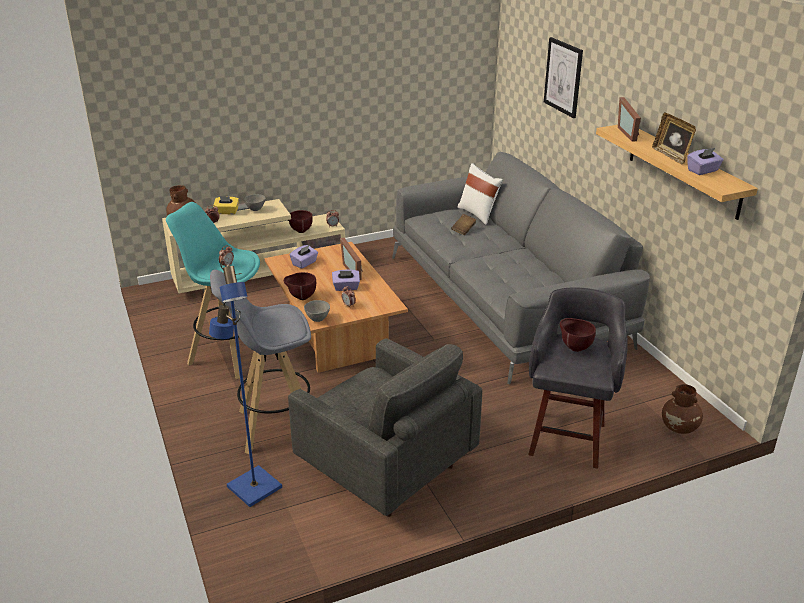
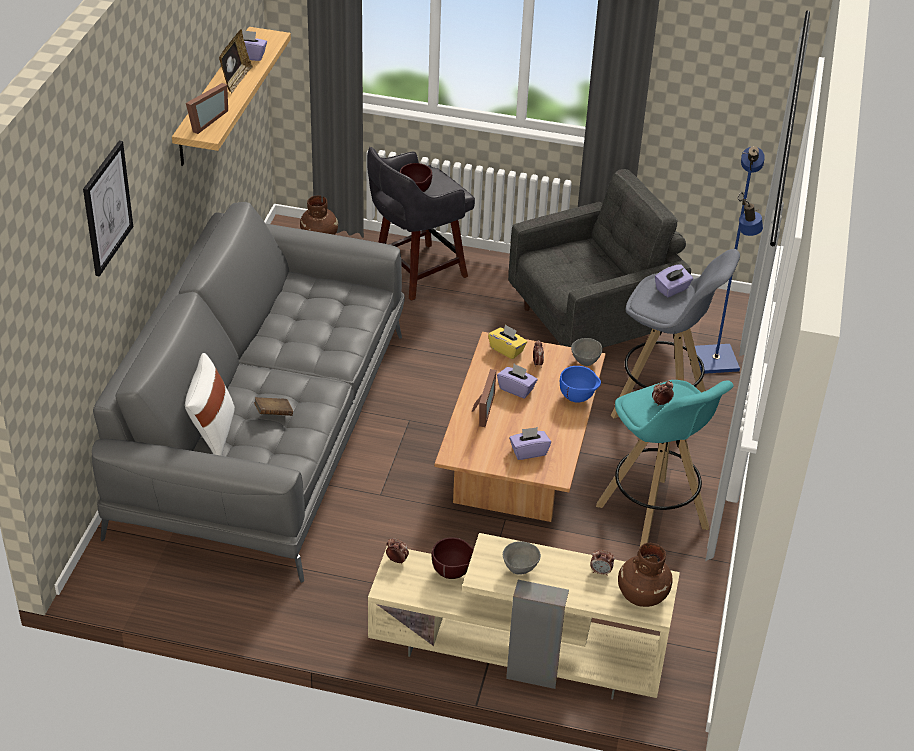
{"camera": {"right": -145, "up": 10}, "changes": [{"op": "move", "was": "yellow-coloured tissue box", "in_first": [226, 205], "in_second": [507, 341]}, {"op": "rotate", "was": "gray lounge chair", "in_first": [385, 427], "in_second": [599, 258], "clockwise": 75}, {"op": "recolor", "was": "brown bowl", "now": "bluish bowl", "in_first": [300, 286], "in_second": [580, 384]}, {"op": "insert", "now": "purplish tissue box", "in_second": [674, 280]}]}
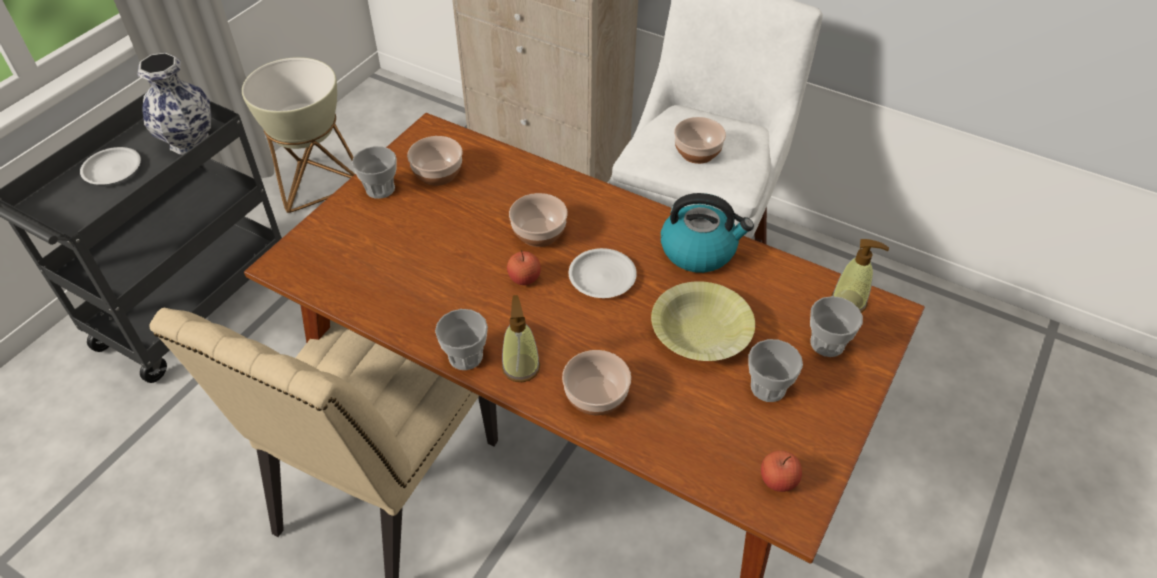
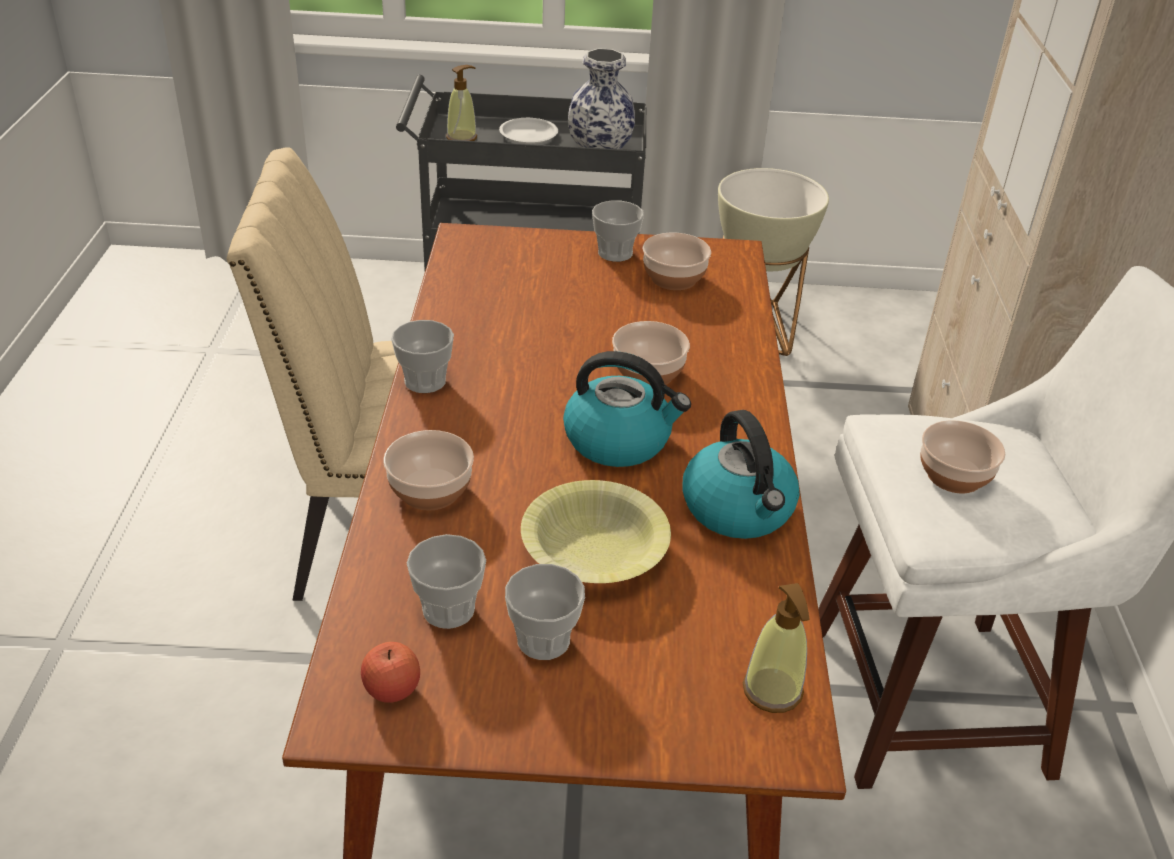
{"camera": {"right": 60, "up": -10}, "changes": [{"op": "move", "was": "cup", "in_first": [836, 326], "in_second": [446, 581]}, {"op": "move", "was": "soap bottle", "in_first": [521, 338], "in_second": [461, 103]}, {"op": "replace", "was": "whitish flat dish", "now": "tea kettle", "in_first": [603, 273], "in_second": [627, 409]}, {"op": "delete", "was": "apple", "in_first": [524, 267]}]}
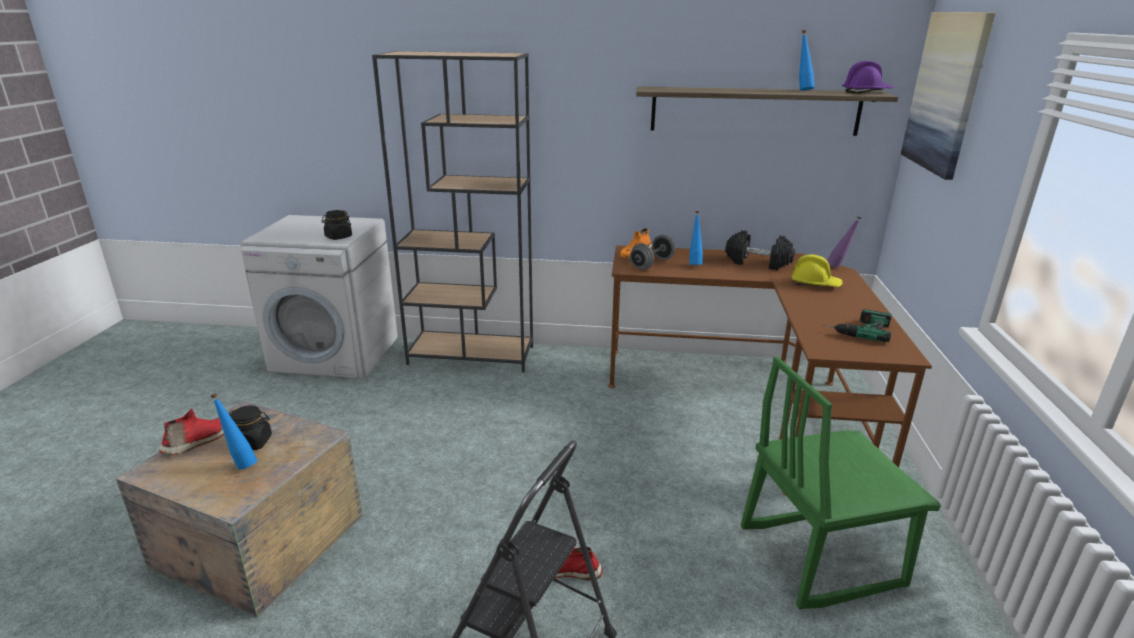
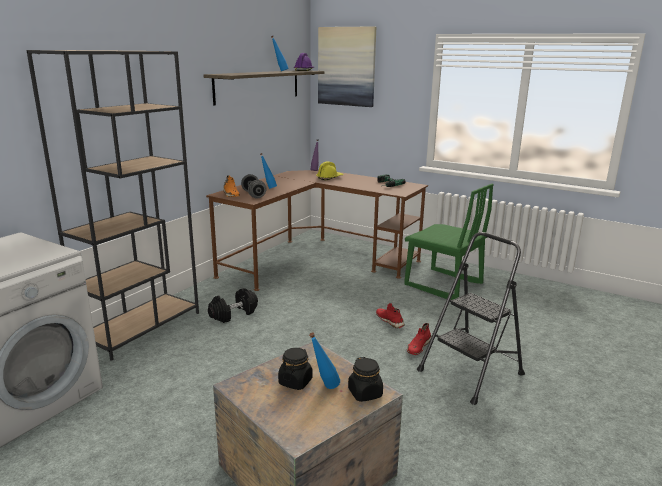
{"camera": {"right": -65, "up": -5}, "changes": [{"op": "move", "was": "black free weight", "in_first": [760, 250], "in_second": [233, 305]}, {"op": "move", "was": "black storage jar", "in_first": [336, 225], "in_second": [365, 379]}, {"op": "move", "was": "reddish shoe", "in_first": [191, 432], "in_second": [390, 316]}, {"op": "rotate", "was": "green-coloured chair", "in_first": [841, 483], "in_second": [449, 242], "clockwise": -60}]}
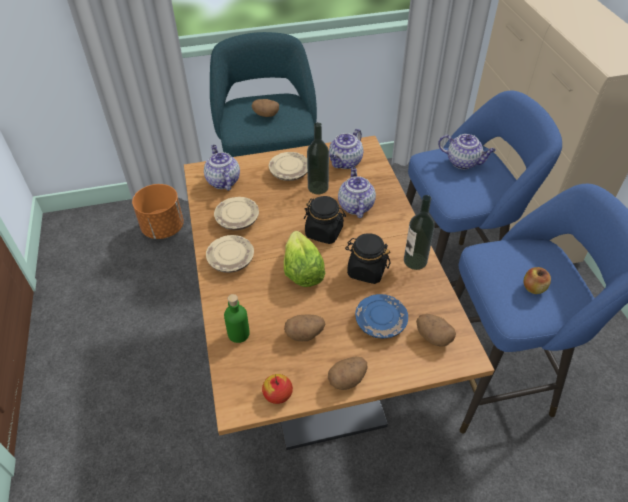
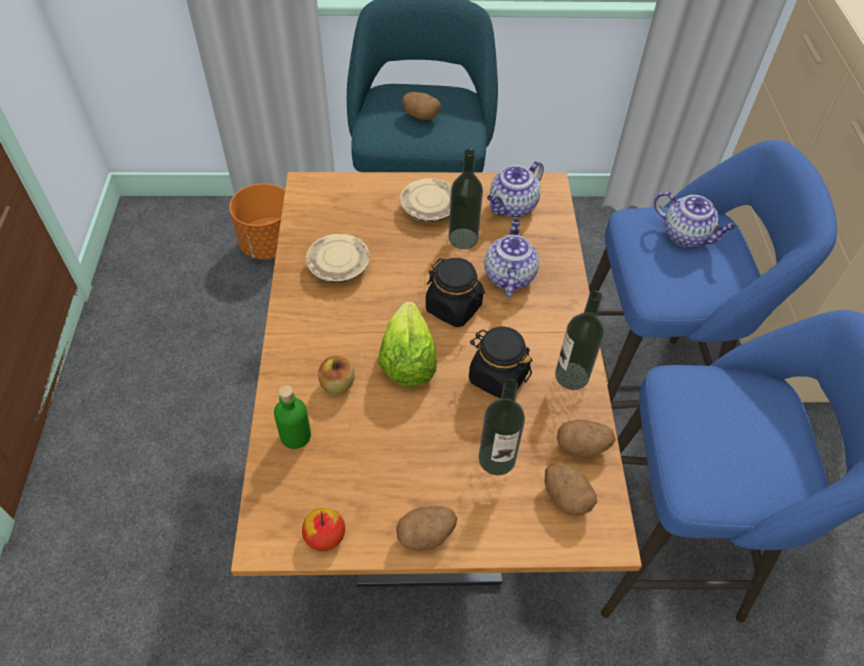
{"camera": {"right": 10, "up": 5}, "changes": [{"op": "move", "was": "apple", "in_first": [537, 280], "in_second": [336, 375]}, {"op": "replace", "was": "bluish flat dish", "now": "bottle", "in_first": [381, 316], "in_second": [502, 427]}, {"op": "move", "was": "spud", "in_first": [305, 328], "in_second": [586, 438]}, {"op": "delete", "was": "pot for tea", "in_first": [222, 168]}, {"op": "delete", "was": "beige-coloured flat dish", "in_first": [230, 254]}]}
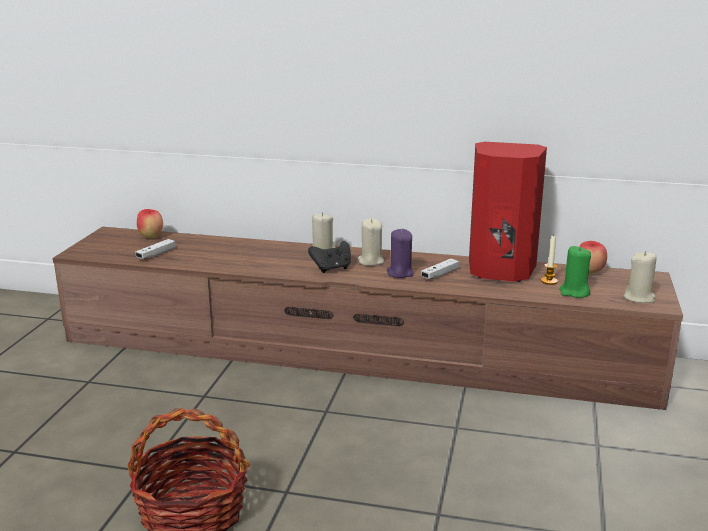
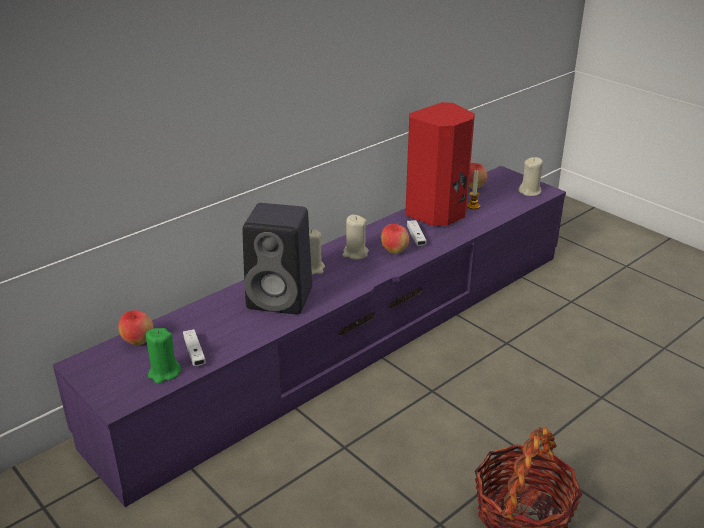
{"camera": {"right": -55, "up": 10}, "changes": [{"op": "recolor", "was": "brown tv stand", "now": "purplish tv stand", "in_first": [367, 318], "in_second": [309, 336]}, {"op": "move", "was": "green-coloured wax light", "in_first": [575, 272], "in_second": [163, 356]}, {"op": "insert", "now": "black loudspeaker", "in_second": [277, 258]}, {"op": "replace", "was": "purplish wax light", "now": "apple", "in_first": [400, 253], "in_second": [395, 239]}, {"op": "delete", "was": "black gamepad", "in_first": [329, 257]}]}
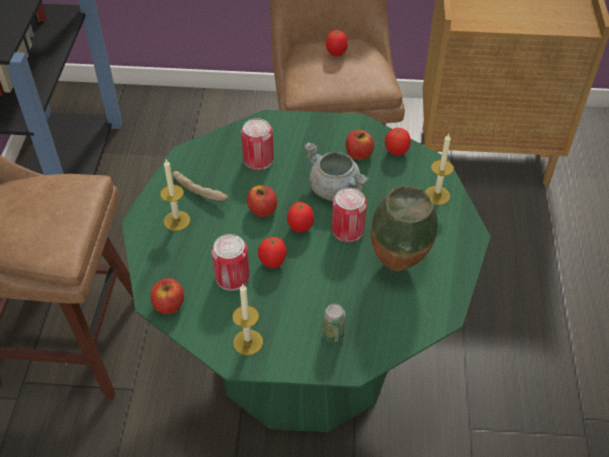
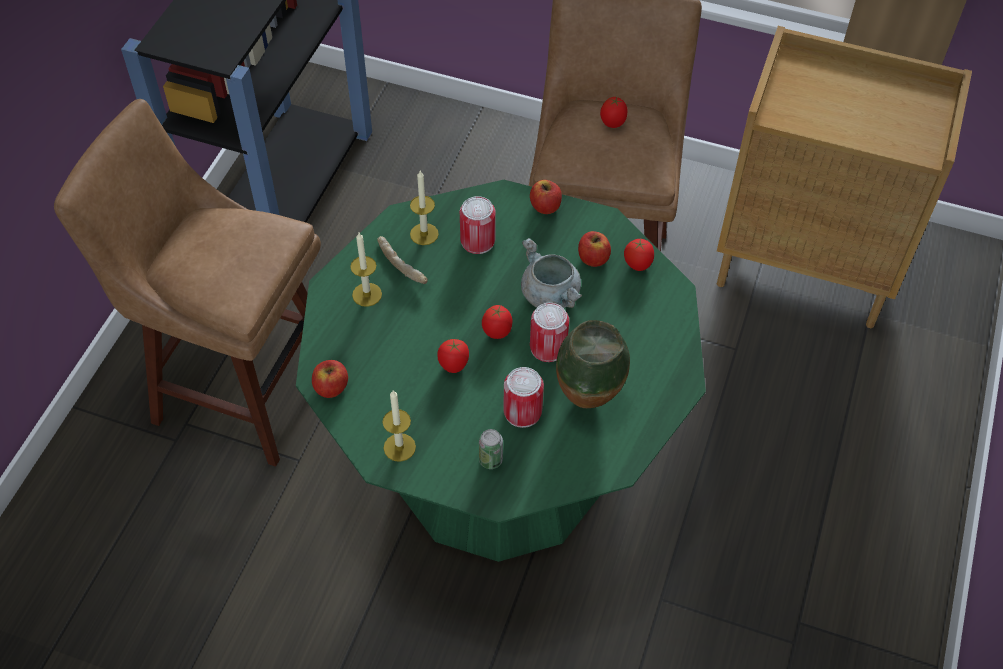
{"camera": {"right": 15, "up": 5}, "changes": [{"op": "move", "was": "wax light", "in_first": [439, 169], "in_second": [424, 208]}, {"op": "move", "was": "can", "in_first": [230, 262], "in_second": [523, 397]}, {"op": "move", "was": "apple", "in_first": [262, 201], "in_second": [546, 197]}]}
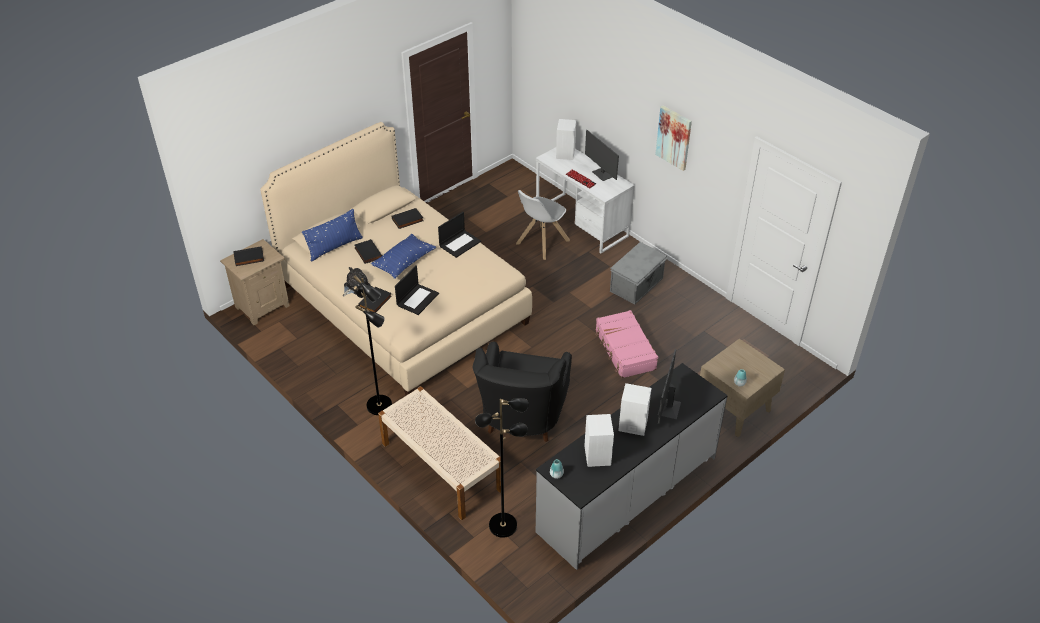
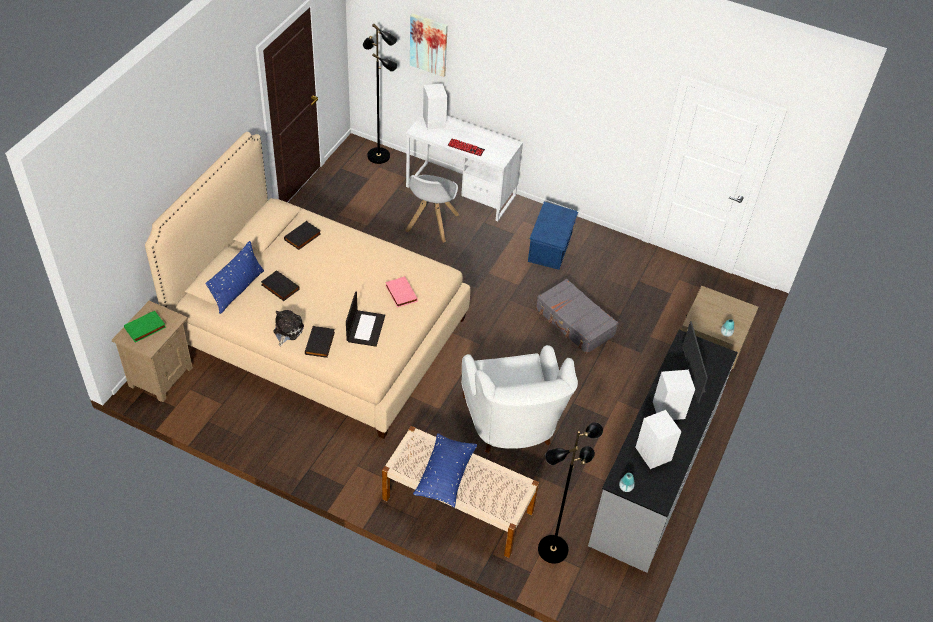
{"camera": {"right": -25, "up": 5}, "changes": [{"op": "recolor", "was": "black volume", "now": "green-coloured volume", "in_first": [248, 256], "in_second": [145, 326]}, {"op": "move", "was": "black floor lamp", "in_first": [372, 345], "in_second": [380, 94]}, {"op": "insert", "now": "pinkish volume", "in_second": [401, 292]}, {"op": "move", "was": "wall picture", "in_first": [673, 138], "in_second": [429, 45]}, {"op": "move", "was": "bluish throw pillow", "in_first": [403, 256], "in_second": [445, 470]}, {"op": "recolor", "was": "black lounge chair", "now": "whitish lounge chair", "in_first": [522, 392], "in_second": [519, 399]}, {"op": "recolor", "was": "gray storage box", "now": "bluish storage box", "in_first": [639, 273], "in_second": [553, 236]}, {"op": "recolor", "was": "pinkish suitcase", "now": "gray suitcase", "in_first": [626, 344], "in_second": [577, 316]}, {"op": "delete", "was": "laptop", "in_first": [459, 235]}, {"op": "delete", "was": "monitor", "in_first": [602, 155]}]}
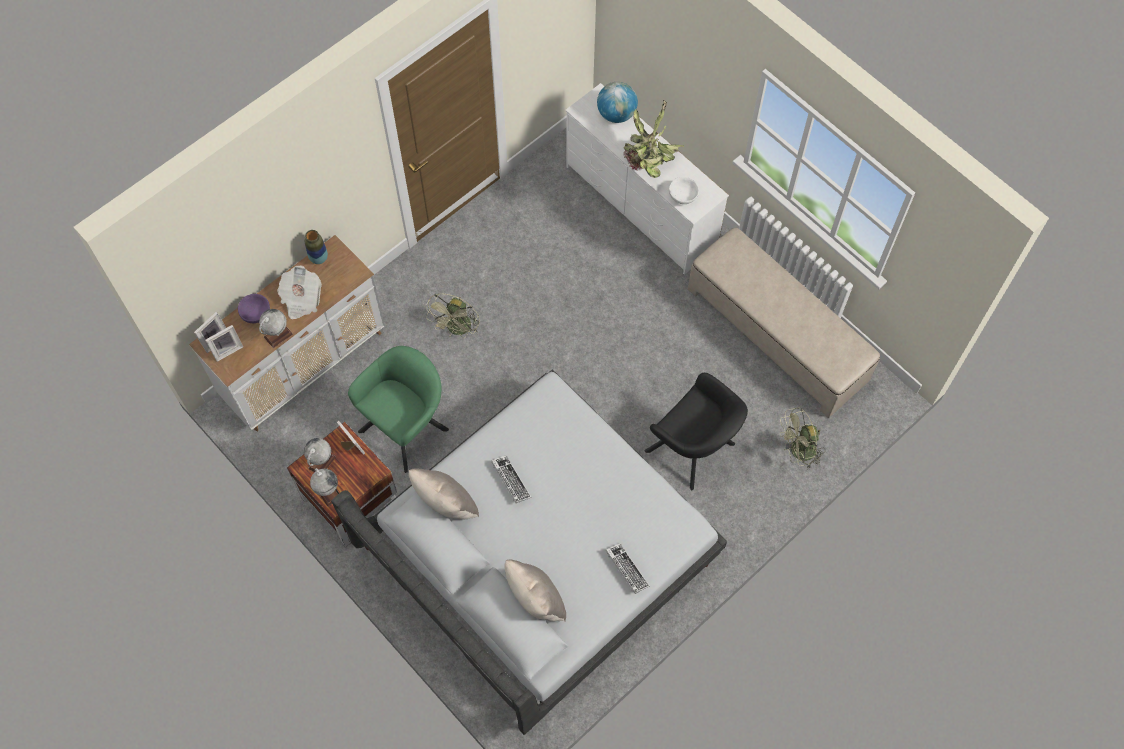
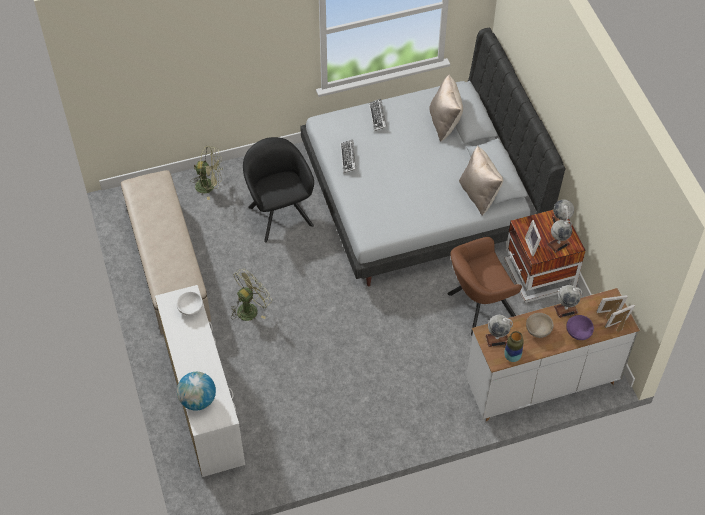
{"camera": {"right": -155, "up": -10}, "changes": [{"op": "move", "was": "green-coloured fan", "in_first": [453, 316], "in_second": [251, 295]}, {"op": "move", "was": "PC keyboard", "in_first": [511, 479], "in_second": [348, 156]}, {"op": "recolor", "was": "green-coloured lounge chair", "now": "brown lounge chair", "in_first": [398, 409], "in_second": [484, 286]}, {"op": "insert", "now": "desk globe", "in_second": [499, 331]}, {"op": "replace", "was": "printed paper", "now": "beige-coloured bowl", "in_first": [299, 292], "in_second": [540, 325]}, {"op": "delete", "was": "houseplant", "in_first": [653, 139]}]}
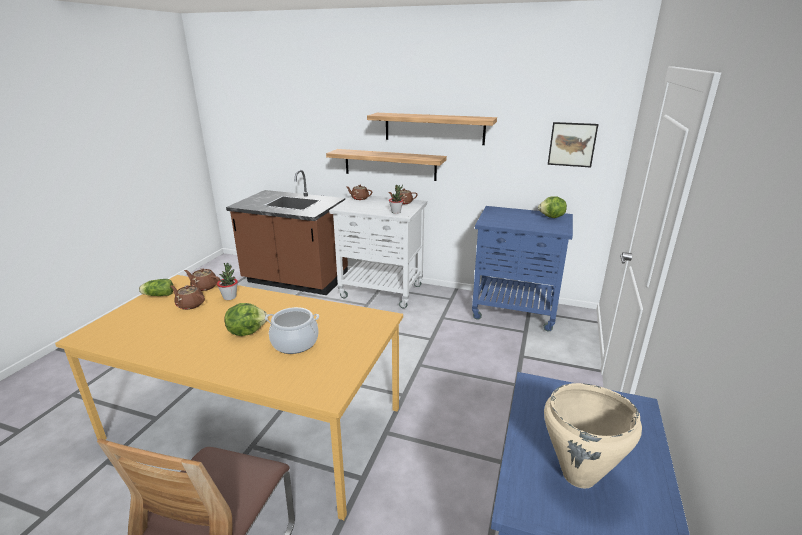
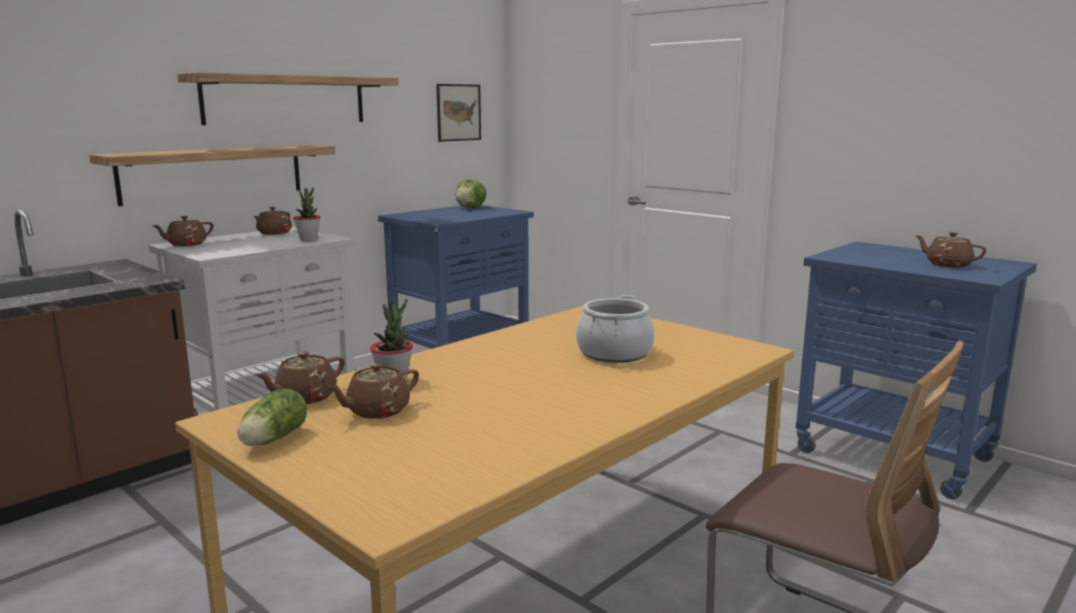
{"camera": {"right": -65, "up": -10}, "changes": [{"op": "replace", "was": "beige-coloured cooking pot", "now": "brown pot for tea", "in_first": [593, 436], "in_second": [951, 250]}, {"op": "delete", "was": "lettuce head", "in_first": [246, 319]}]}
